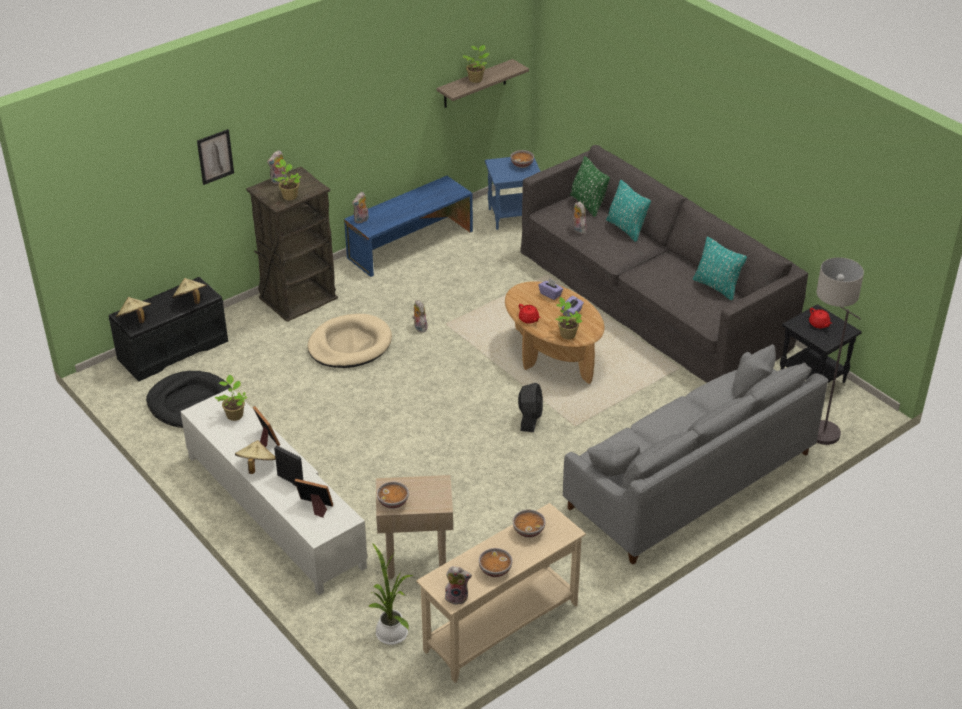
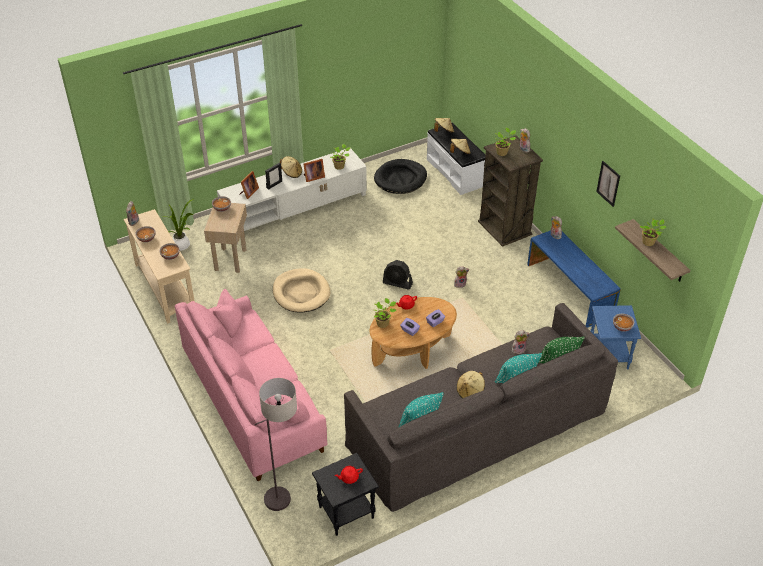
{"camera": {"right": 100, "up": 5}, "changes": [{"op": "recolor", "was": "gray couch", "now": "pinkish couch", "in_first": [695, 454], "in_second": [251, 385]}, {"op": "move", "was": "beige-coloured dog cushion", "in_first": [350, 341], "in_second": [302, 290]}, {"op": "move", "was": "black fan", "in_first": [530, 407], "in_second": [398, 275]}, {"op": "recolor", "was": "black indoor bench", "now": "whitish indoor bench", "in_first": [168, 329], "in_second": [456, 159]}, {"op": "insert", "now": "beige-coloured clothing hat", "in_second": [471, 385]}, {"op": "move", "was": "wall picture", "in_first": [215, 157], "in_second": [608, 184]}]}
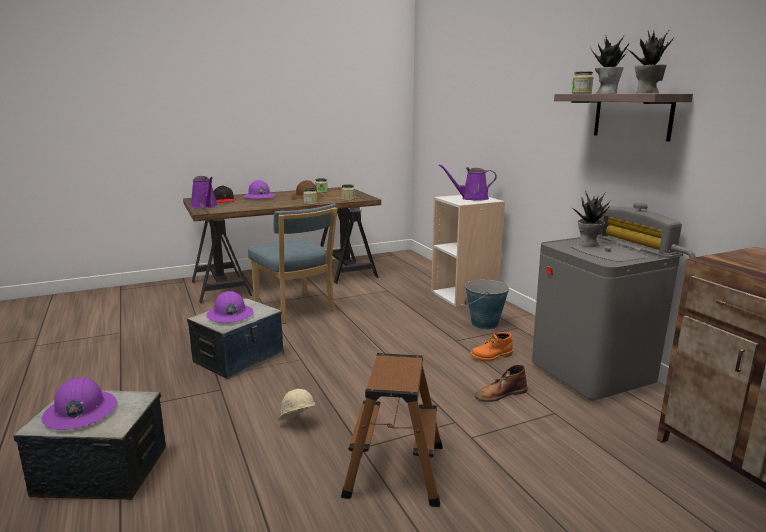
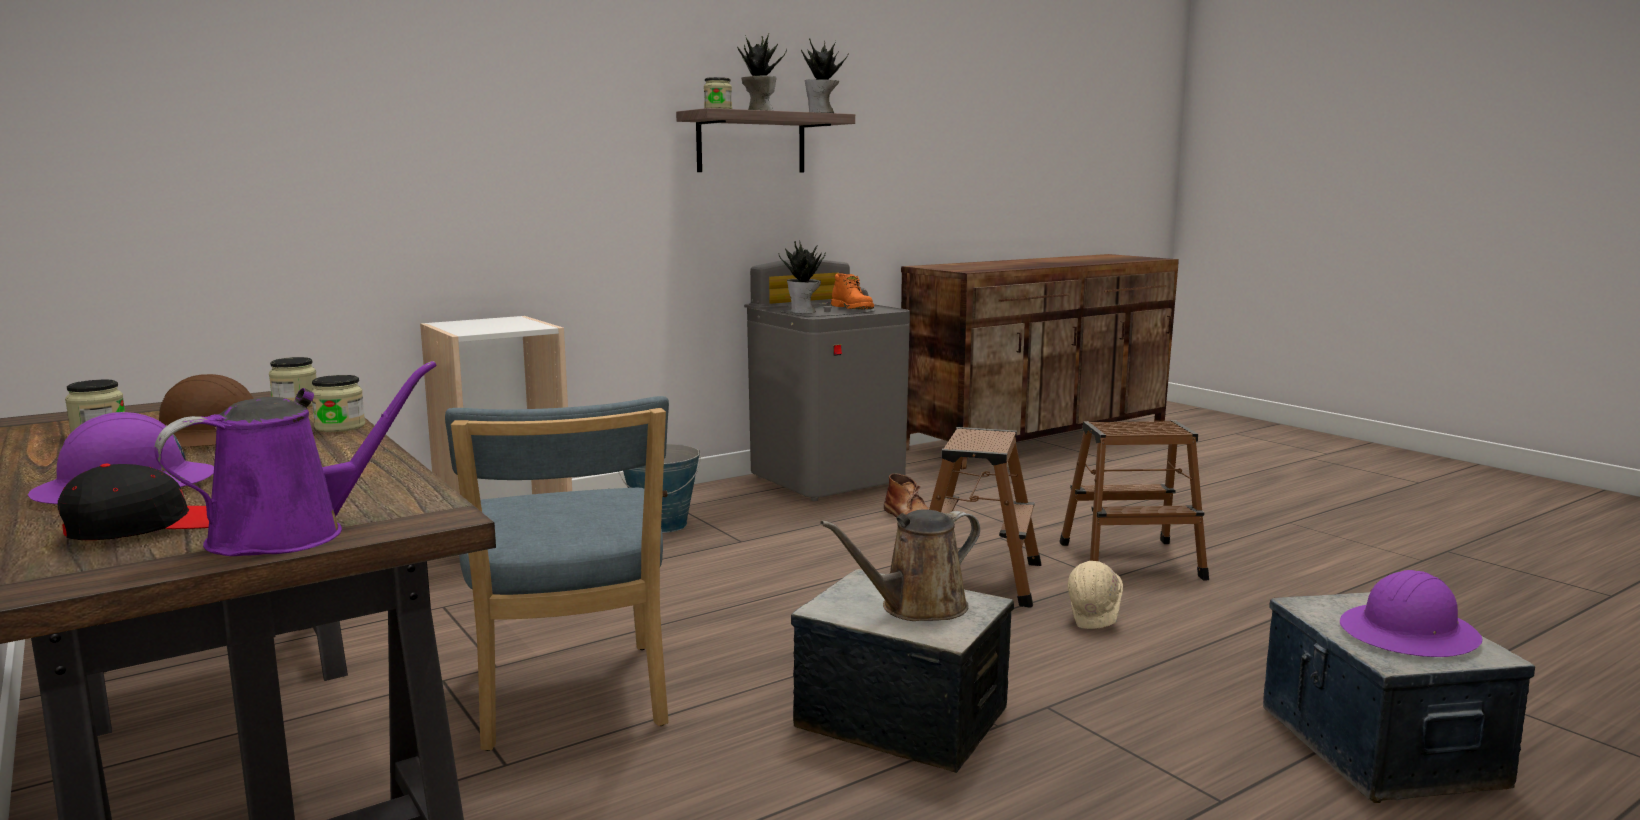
{"camera": {"right": -100, "up": -5}, "changes": [{"op": "rotate", "was": "bluish chair", "in_first": [293, 264], "in_second": [557, 573], "clockwise": 120}, {"op": "replace", "was": "purplish safety helmet", "now": "brown watering can", "in_first": [229, 307], "in_second": [900, 565]}, {"op": "move", "was": "orange-coloured high-top boot", "in_first": [491, 346], "in_second": [852, 291]}, {"op": "insert", "now": "brown step ladder", "in_second": [984, 517]}, {"op": "delete", "was": "purplish watering can", "in_first": [468, 182]}]}
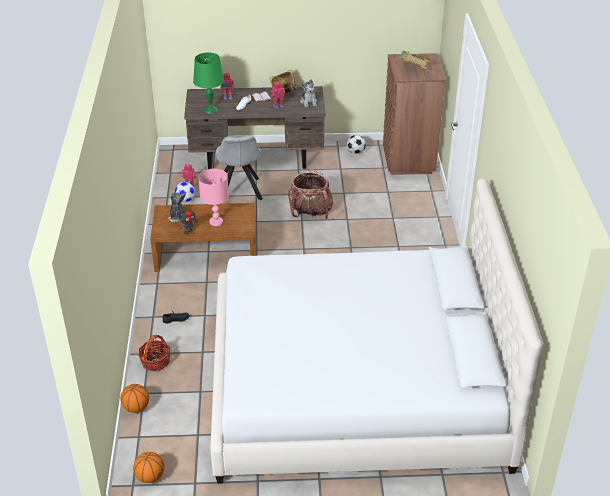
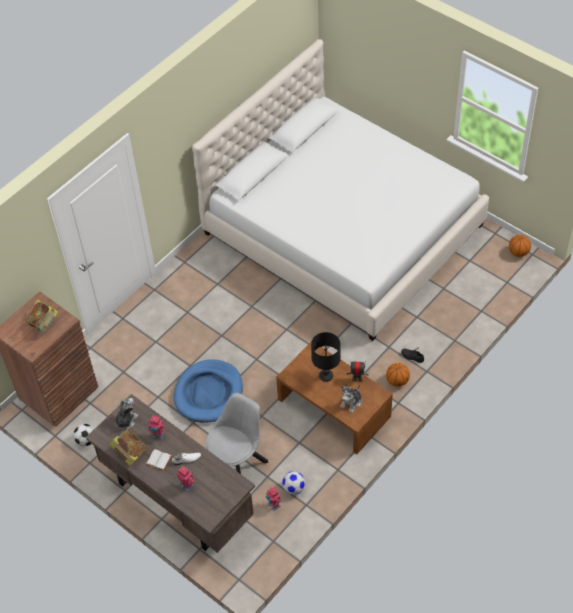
{"camera": {"right": -135, "up": 15}, "changes": [{"op": "replace", "was": "rucksack", "now": "bluish dog cushion", "in_first": [310, 194], "in_second": [208, 391]}, {"op": "recolor", "was": "pinkish table lamp", "now": "black table lamp", "in_first": [213, 197], "in_second": [326, 357]}, {"op": "move", "was": "basketball ball", "in_first": [134, 398], "in_second": [398, 375]}, {"op": "delete", "was": "basket", "in_first": [154, 353]}, {"op": "delete", "was": "green-coloured table lamp", "in_first": [208, 83]}]}
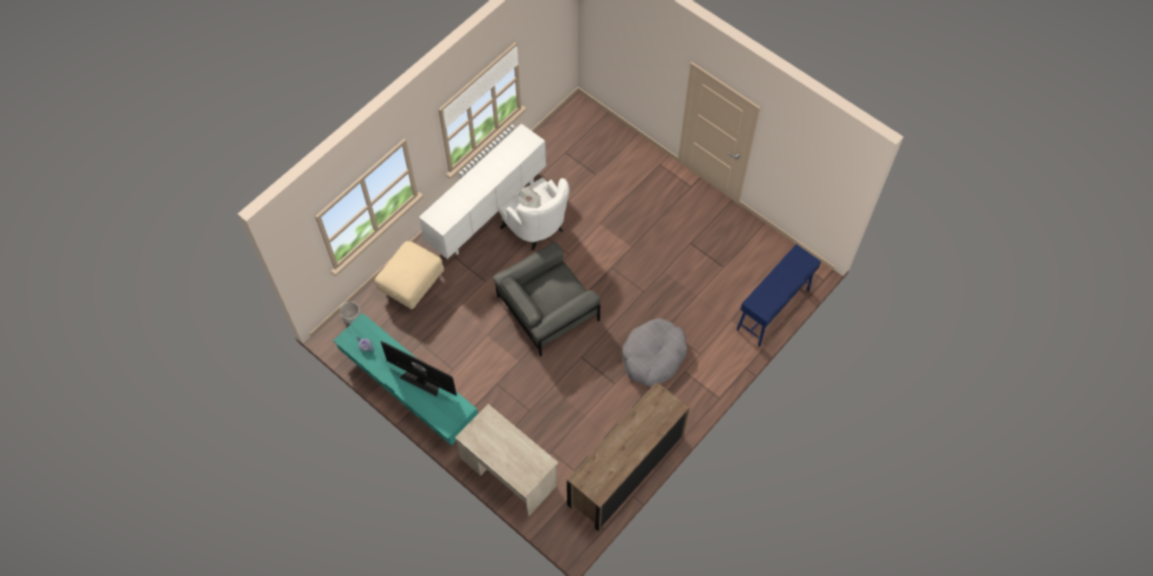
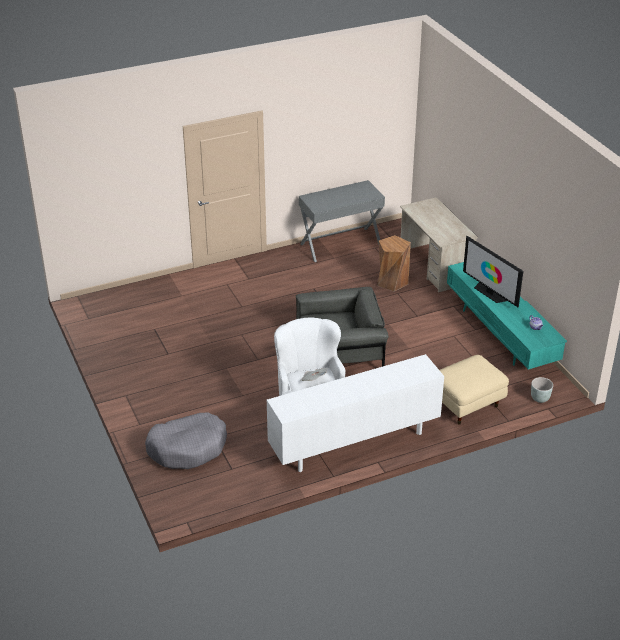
{"camera": {"right": -155, "up": -25}, "changes": [{"op": "move", "was": "gray dog cushion", "in_first": [654, 352], "in_second": [186, 441]}, {"op": "replace", "was": "brown dresser", "now": "gray desk", "in_first": [628, 457], "in_second": [342, 221]}, {"op": "insert", "now": "brown stool", "in_second": [394, 263]}, {"op": "delete", "was": "bluish console table", "in_first": [779, 295]}]}
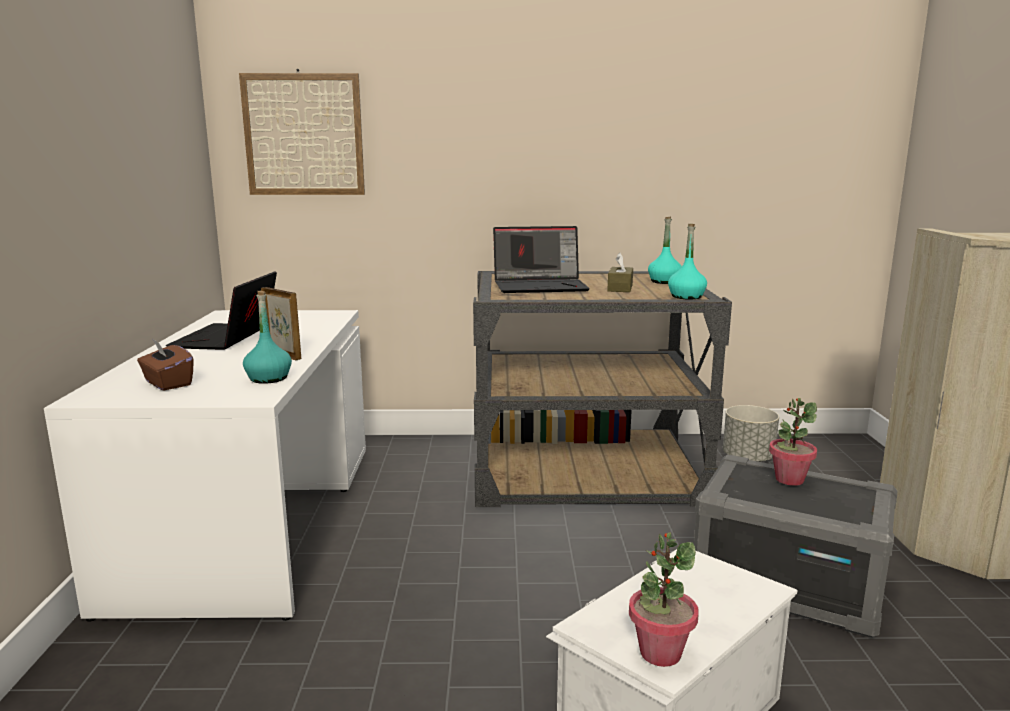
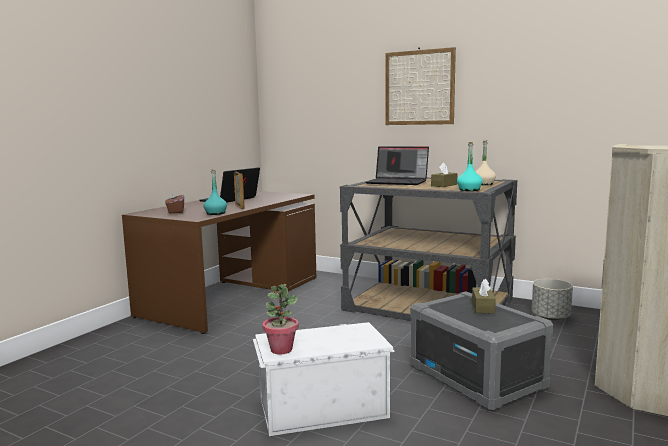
{"camera": {"right": 30, "up": -5}, "changes": [{"op": "recolor", "was": "whitish desk", "now": "brown desk", "in_first": [205, 466], "in_second": [219, 262]}, {"op": "move", "was": "wall picture", "in_first": [302, 132], "in_second": [420, 86]}, {"op": "replace", "was": "houseplant", "now": "brown tissue box", "in_first": [793, 442], "in_second": [484, 296]}, {"op": "recolor", "was": "blue-green bottle", "now": "beige-coloured bottle", "in_first": [665, 250], "in_second": [485, 162]}]}
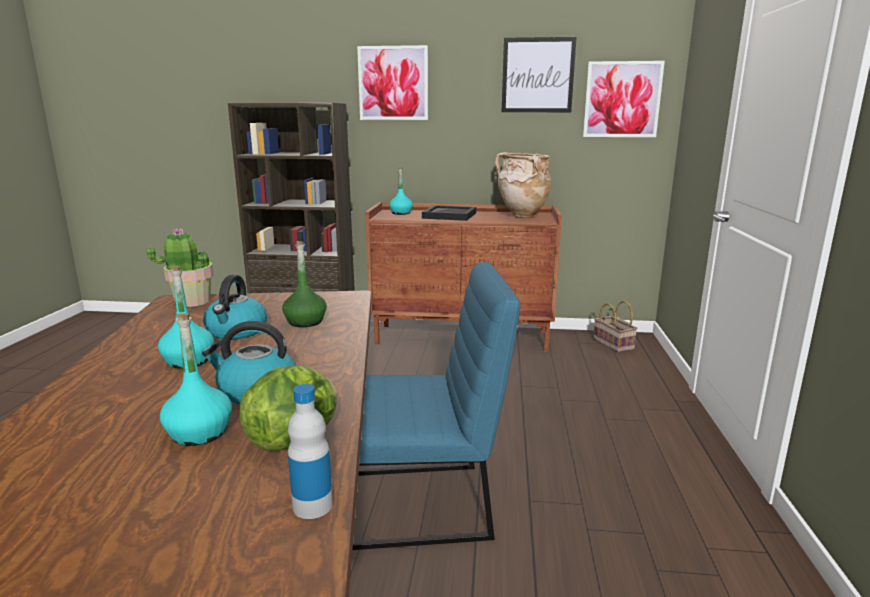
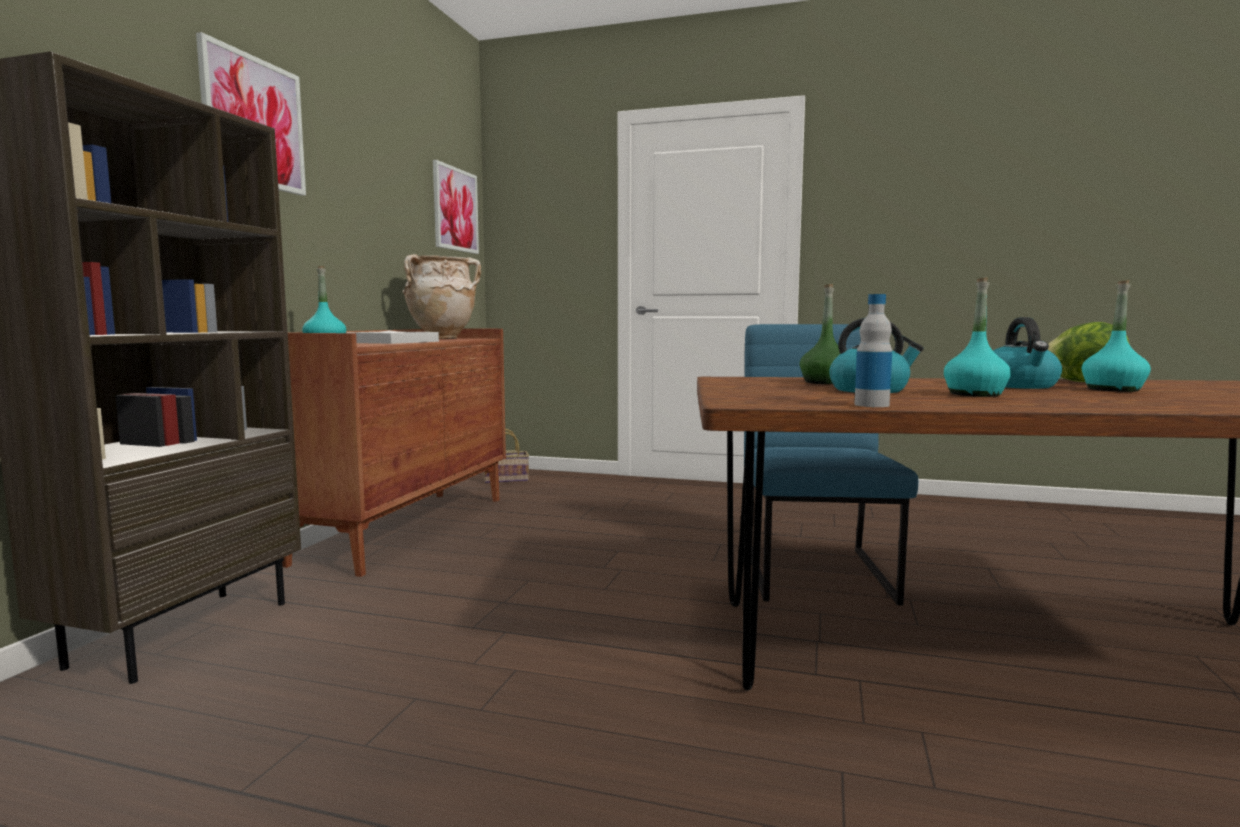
{"camera": {"right": -80, "up": -10}, "changes": [{"op": "recolor", "was": "black tray", "now": "whitish tray", "in_first": [449, 213], "in_second": [392, 337]}, {"op": "move", "was": "bottle", "in_first": [310, 451], "in_second": [873, 350]}, {"op": "delete", "was": "houseplant", "in_first": [180, 268]}, {"op": "delete", "was": "wall picture", "in_first": [539, 74]}]}
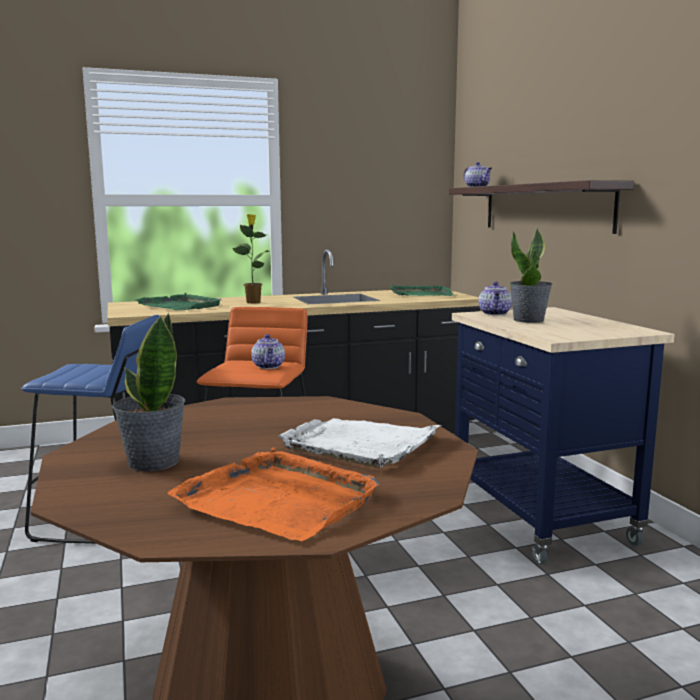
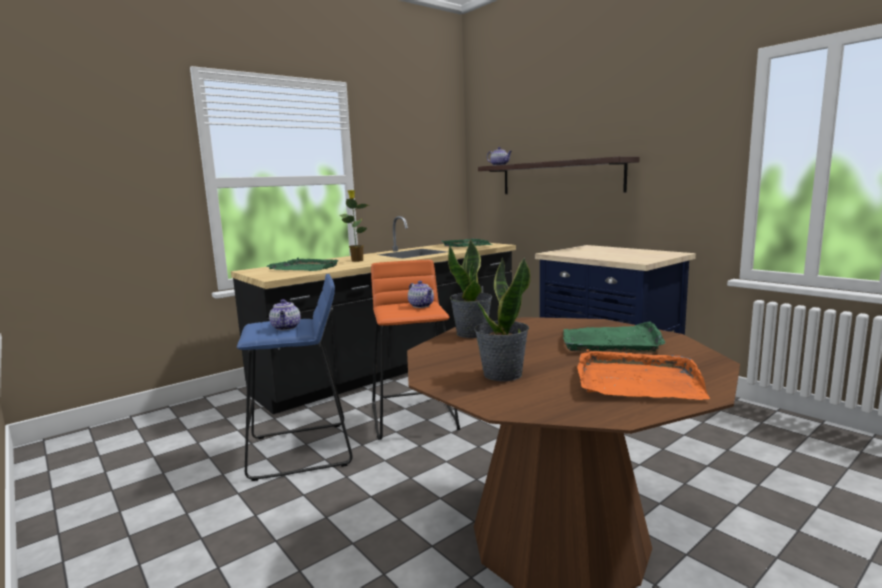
{"camera": {"right": -20, "up": 0}, "changes": [{"op": "move", "was": "pot for tea", "in_first": [495, 298], "in_second": [285, 314]}, {"op": "move", "was": "houseplant", "in_first": [531, 275], "in_second": [470, 289]}, {"op": "recolor", "was": "whitish tray", "now": "green-coloured tray", "in_first": [359, 442], "in_second": [614, 337]}]}
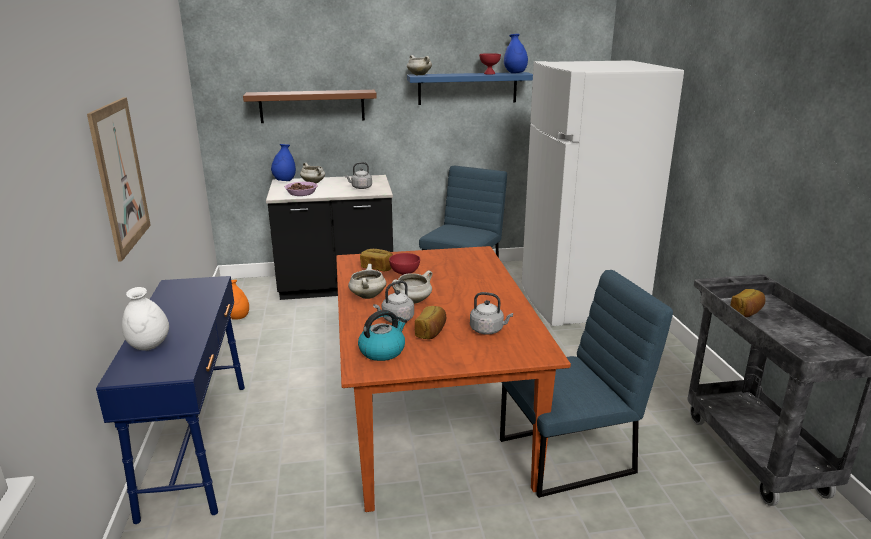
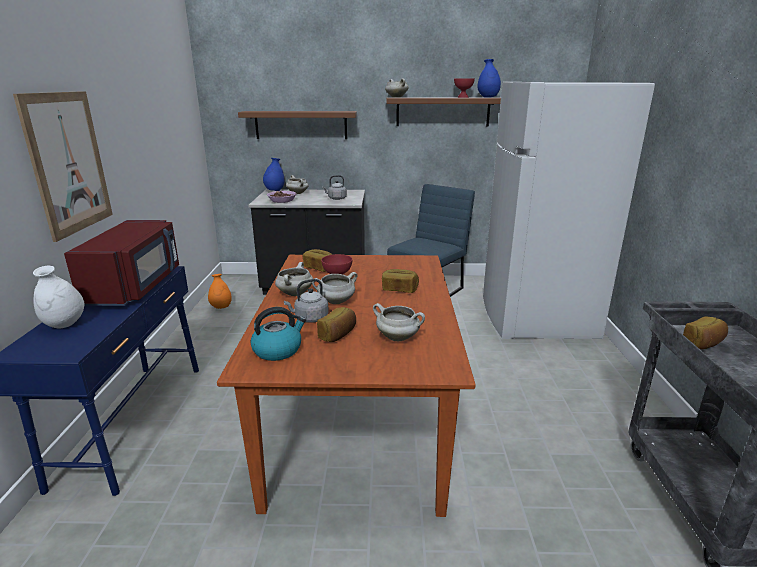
{"camera": {"right": 10, "up": 0}, "changes": [{"op": "insert", "now": "reddish kitchen microwave", "in_second": [121, 263]}, {"op": "replace", "was": "gray tea kettle", "now": "whitish cooking pot", "in_first": [491, 313], "in_second": [399, 322]}, {"op": "insert", "now": "bakery bread", "in_second": [400, 281]}, {"op": "recolor", "was": "bluish bracket shelf", "now": "brown bracket shelf", "in_first": [470, 88], "in_second": [443, 112]}, {"op": "delete", "was": "bluish chair", "in_first": [586, 384]}]}
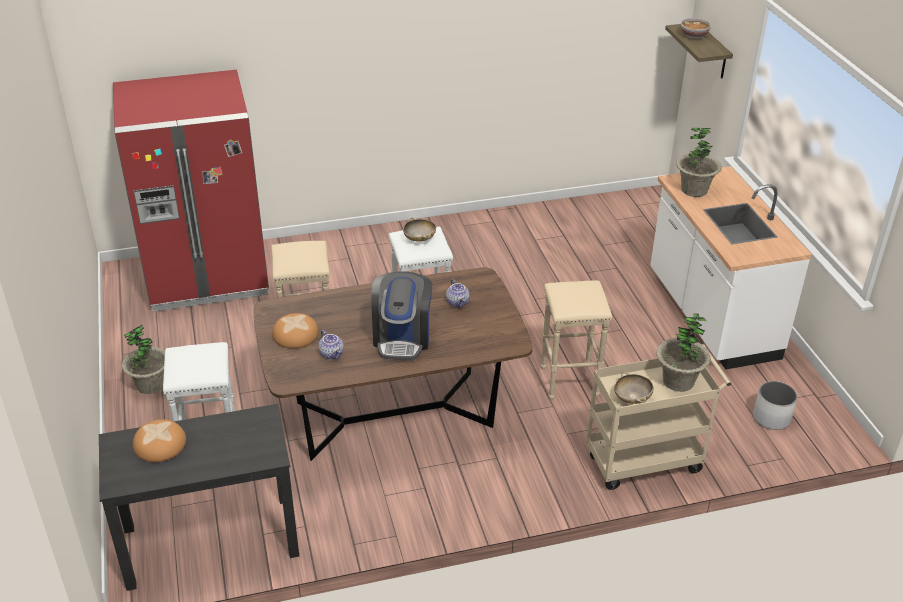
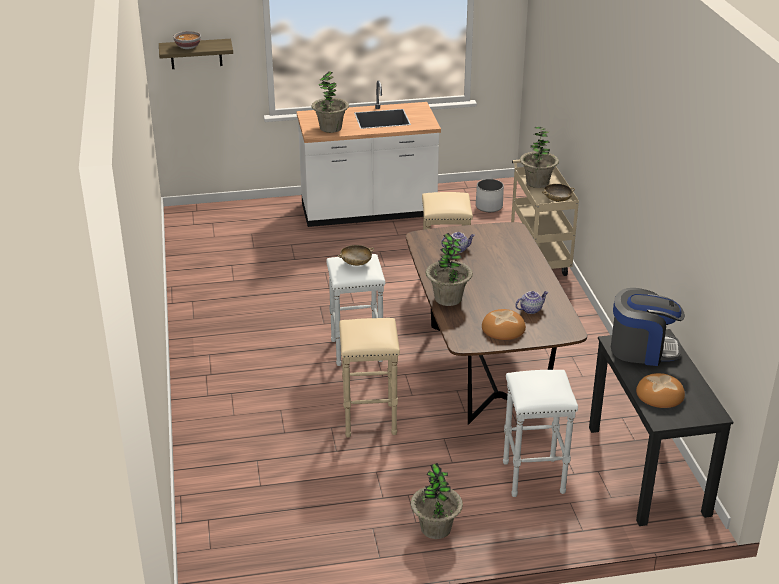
{"camera": {"right": -85, "up": -5}, "changes": [{"op": "insert", "now": "houseplant", "in_second": [449, 269]}, {"op": "move", "was": "coffee brewer", "in_first": [401, 315], "in_second": [648, 327]}, {"op": "delete", "was": "reddish kitchen fridge", "in_first": [191, 191]}]}
